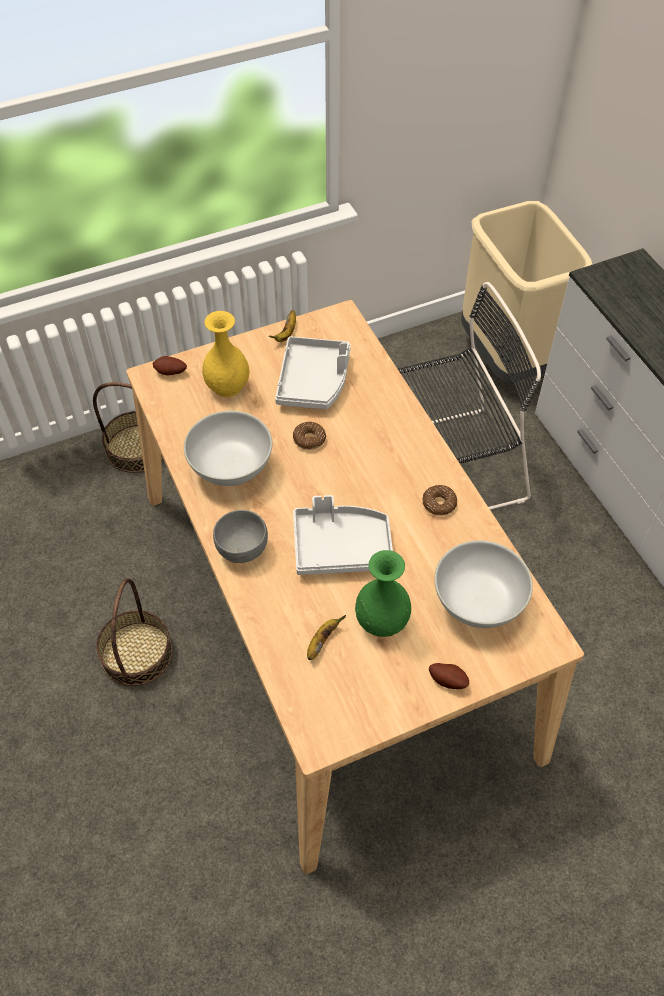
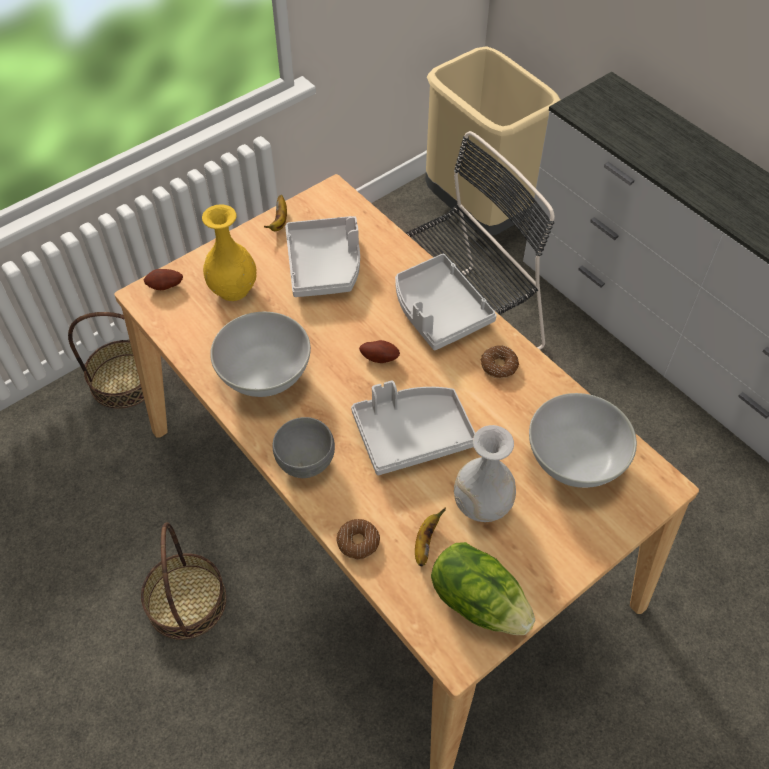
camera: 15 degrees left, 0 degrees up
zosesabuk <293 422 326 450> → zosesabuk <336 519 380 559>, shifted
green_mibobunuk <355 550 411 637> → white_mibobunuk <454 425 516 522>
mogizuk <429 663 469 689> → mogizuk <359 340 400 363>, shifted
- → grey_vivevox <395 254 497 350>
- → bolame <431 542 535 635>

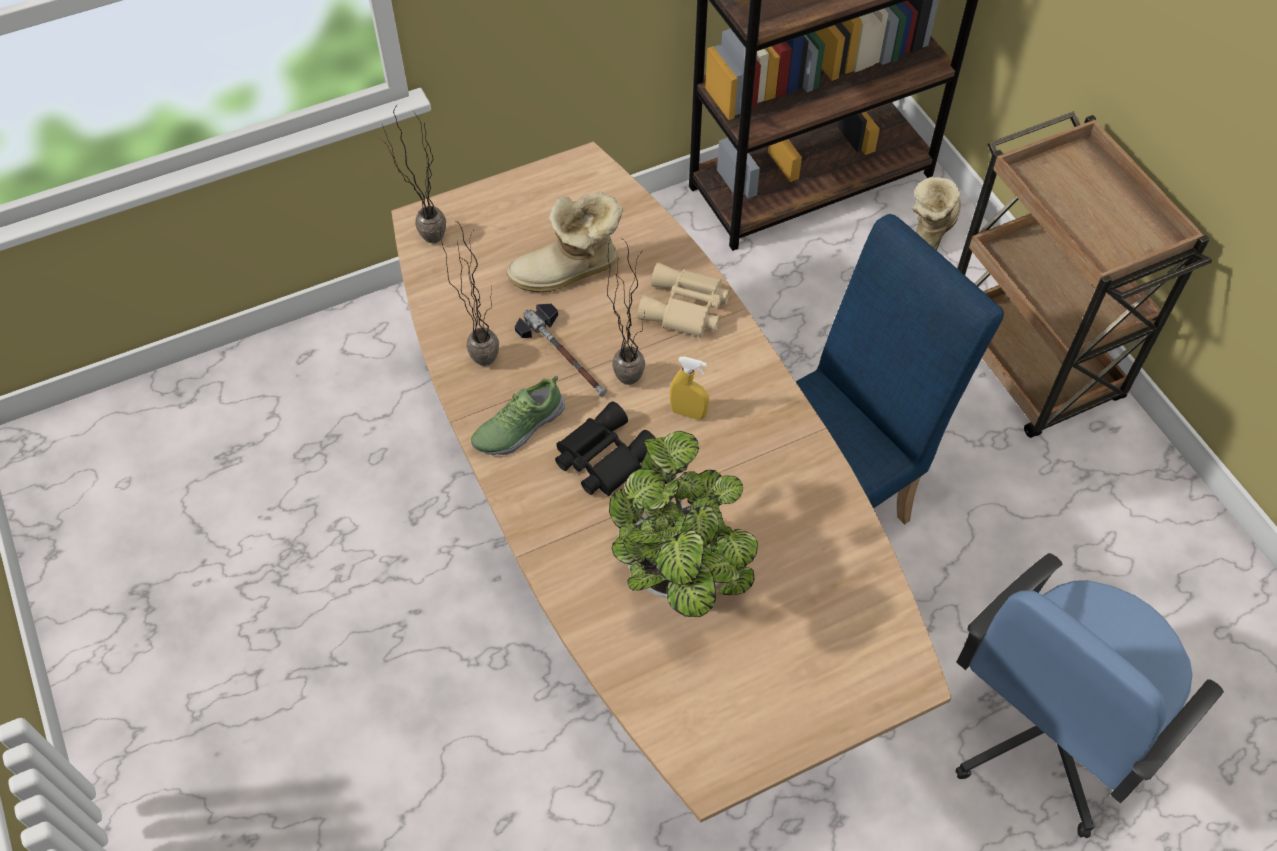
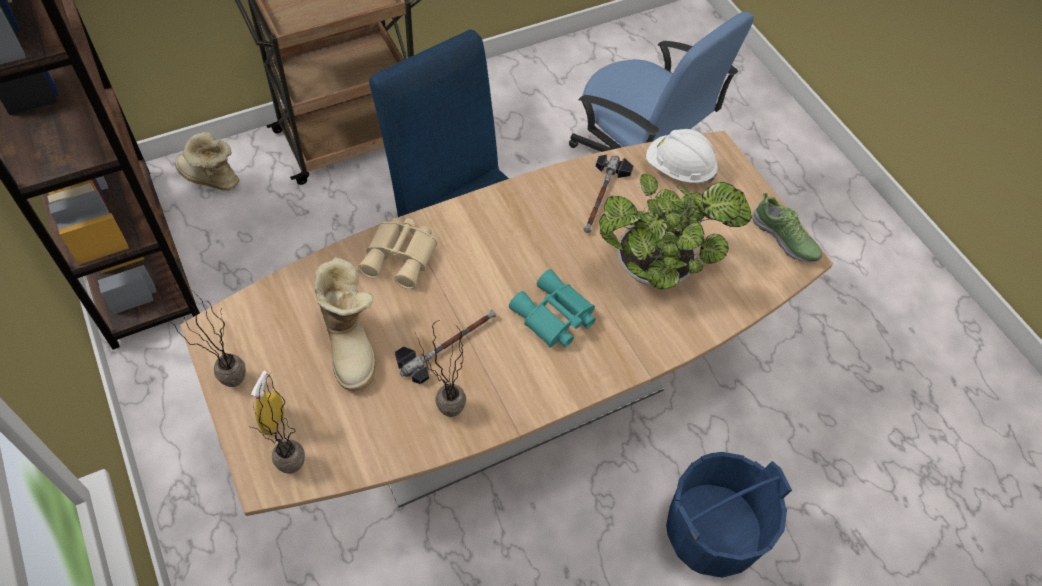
camera: 95 degrees left, 0 degrees up
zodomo <607 238 645 385> → zodomo <160 284 246 387>, shifted
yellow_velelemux <670 357 709 420> → yellow_velelemux <251 371 284 435>, shifted
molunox <471 376 565 455> → molunox <752 193 822 262>, shifted
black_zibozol <555 401 656 496> → turquoise_zibozol <509 269 596 347>
- → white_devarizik <646 129 718 184>
- → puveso <583 154 633 233>
- → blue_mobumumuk <666 452 792 578>

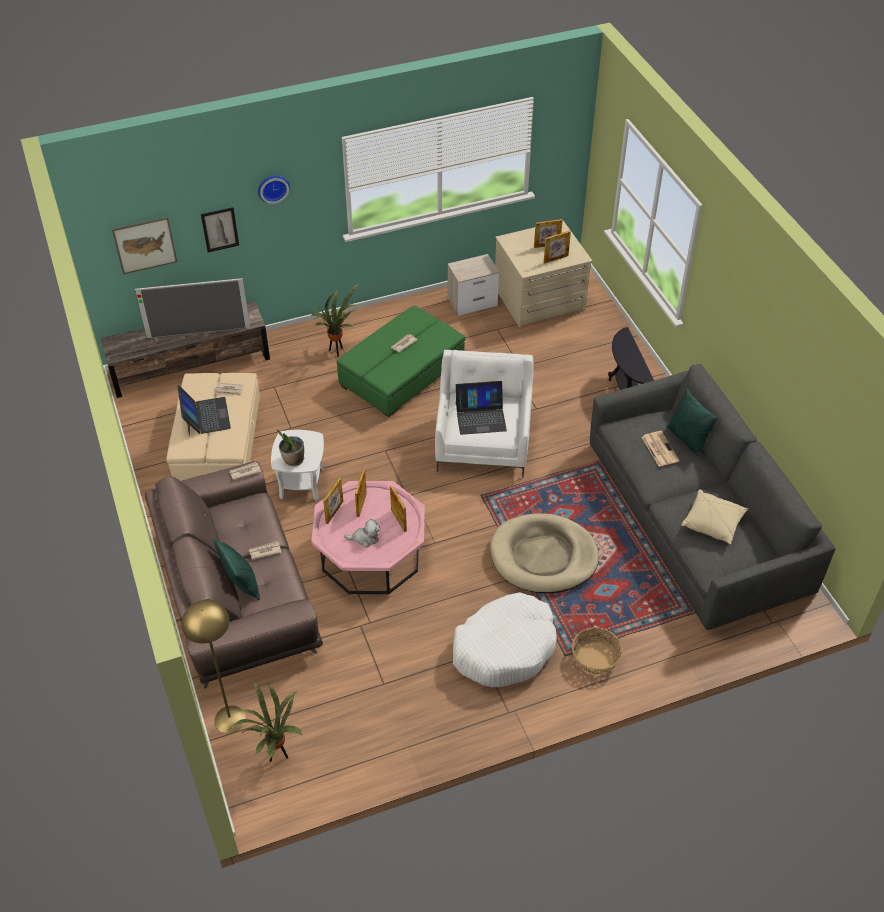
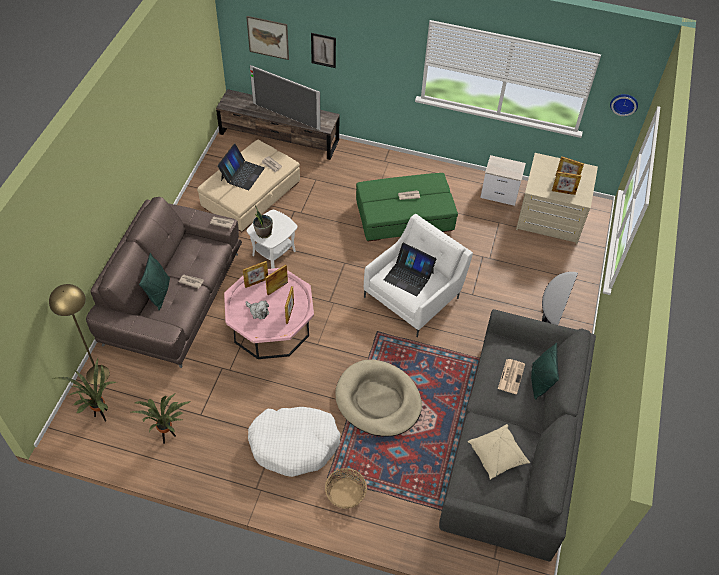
camera: 35 degrees right, 5 degrees up
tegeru <258 175 290 204> → tegeru <610 94 638 116>, shifted
zodomo <312 283 359 357> → zodomo <132 393 192 444>, shifted

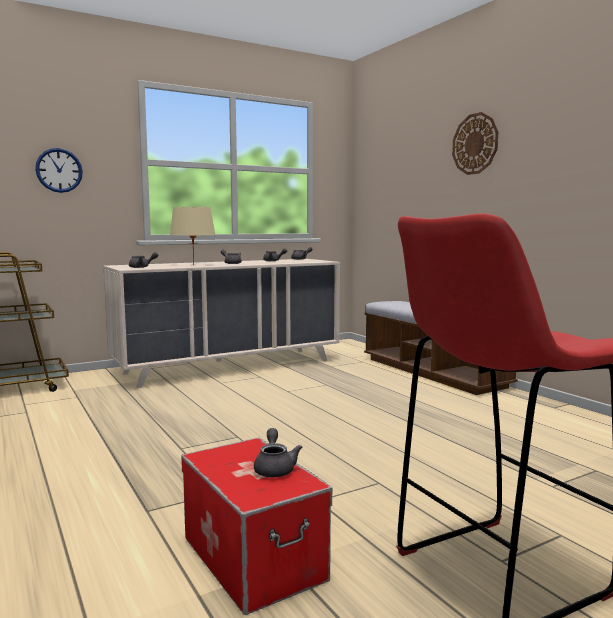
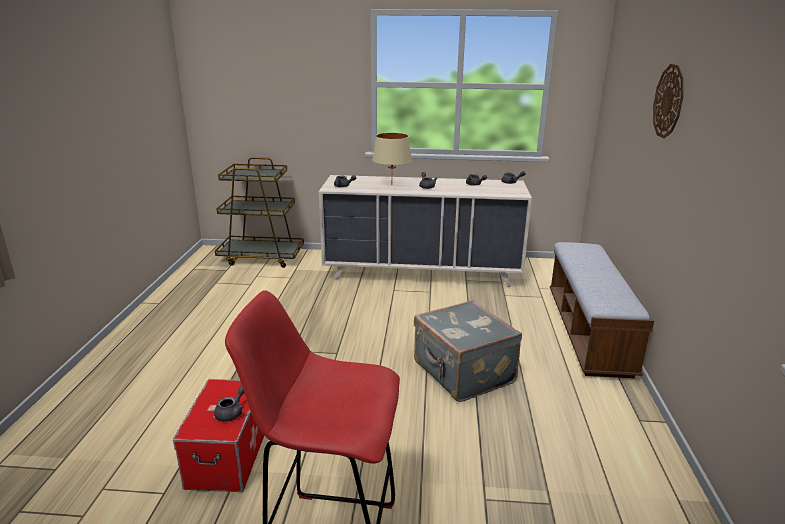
camera: 35 degrees right, 15 degrees up
tegeru <35 148 83 193> → -
- → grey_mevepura <414 300 522 402>

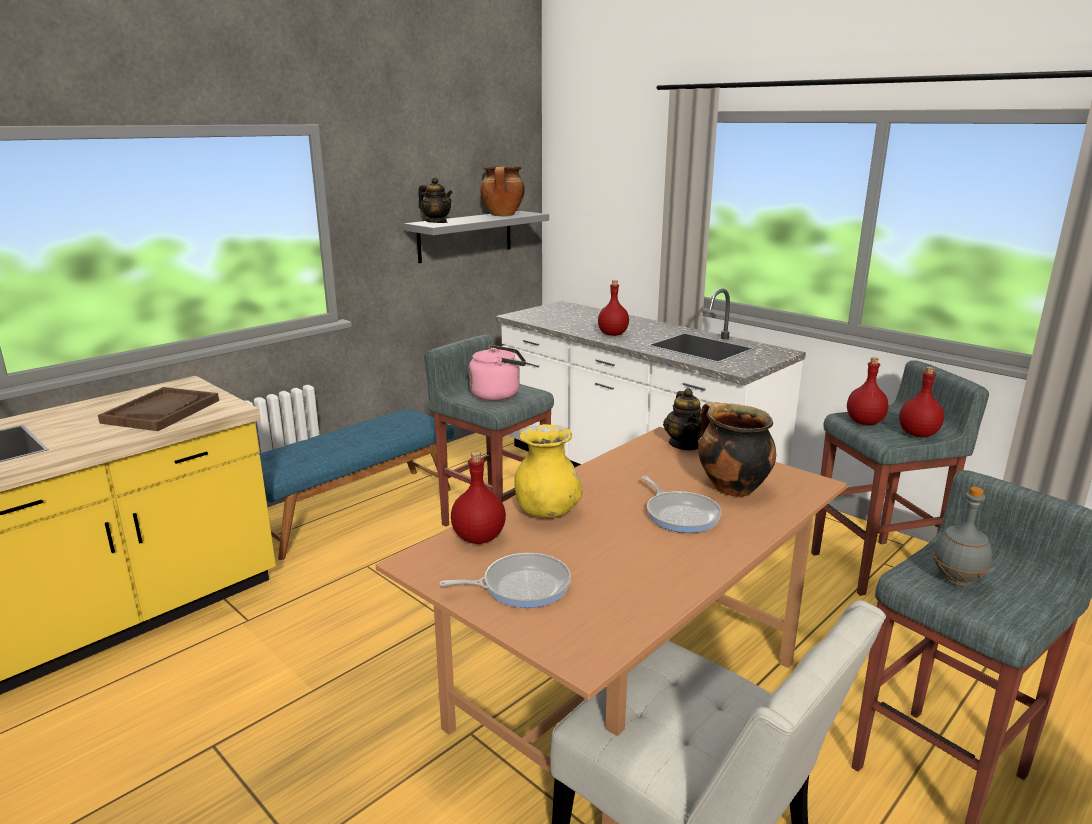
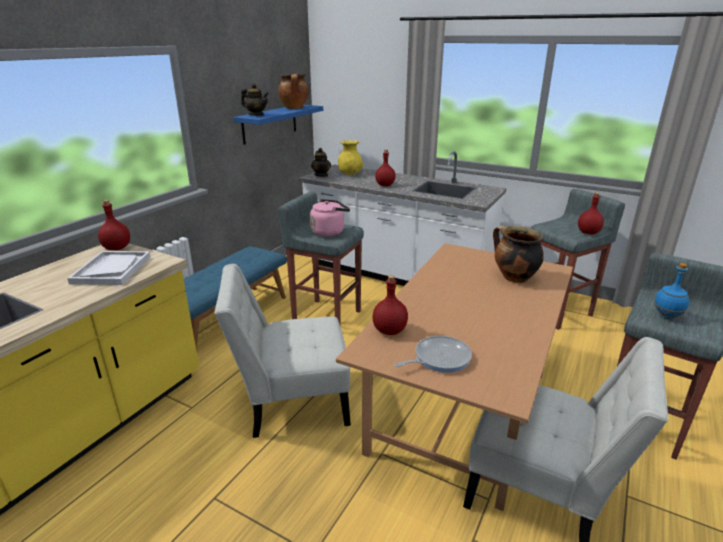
camera: 15 degrees left, 5 degrees up
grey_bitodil <404 211 549 263> → blue_bitodil <233 105 323 145>
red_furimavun <847 357 889 425> → red_furimavun <98 200 130 250>, shifted
brown_vivevox <98 387 219 431> → white_vivevox <67 251 151 285>
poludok <663 388 703 450> → poludok <311 148 331 177>, shifted
yellow_mibobunuk <514 424 583 518> → yellow_mibobunuk <338 140 363 175>, shifted
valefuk <642 476 721 533> → -
grey_furimavun <933 487 992 586> → blue_furimavun <654 263 689 320>
- → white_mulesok <215 264 351 438>

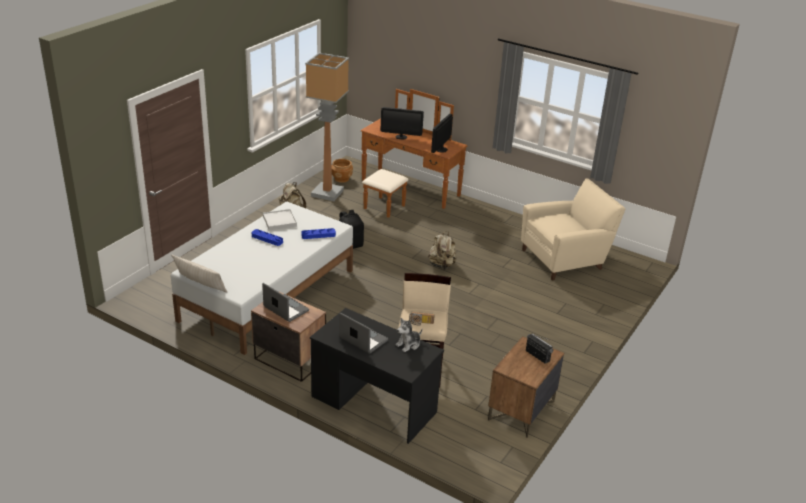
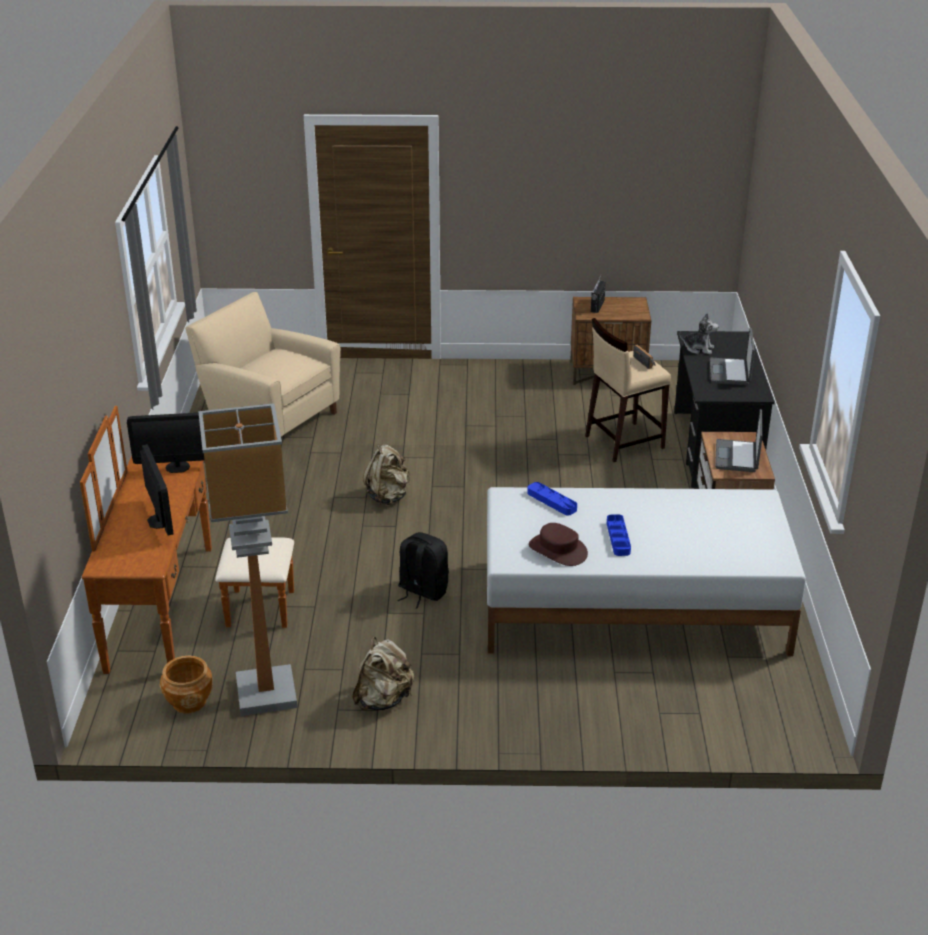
camera: 120 degrees left, 0 degrees up
white_vivevox <263 209 297 230> → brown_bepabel <529 523 588 566>
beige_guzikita <171 255 227 292> → -

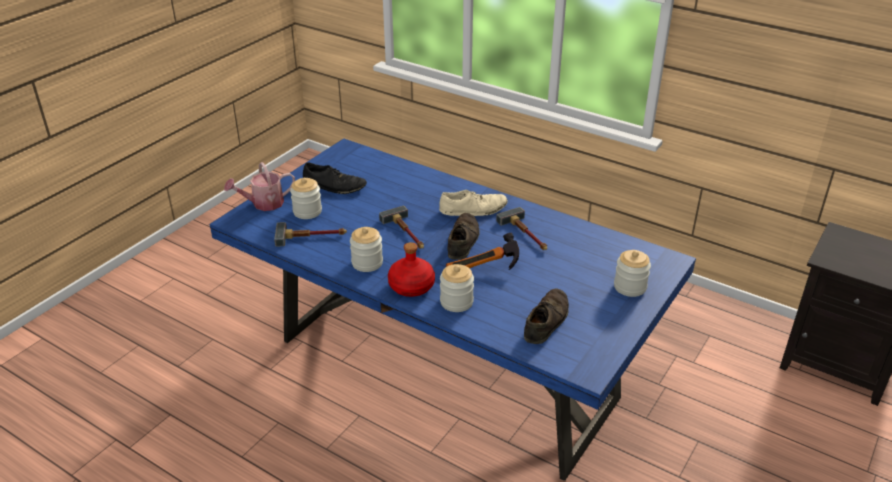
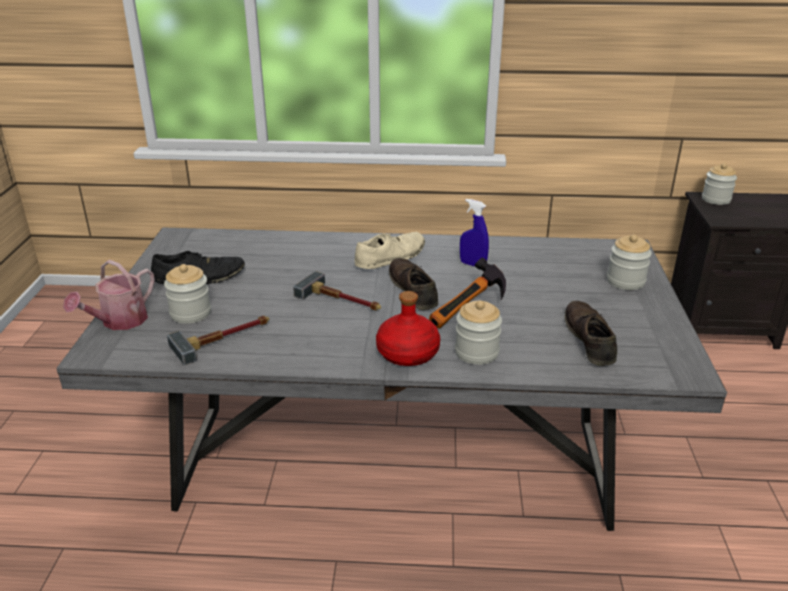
camera: 30 degrees left, 5 degrees down
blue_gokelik <209 138 696 481> → grey_gokelik <56 228 727 531>
puveso <496 207 547 250> → blue_velelemux <460 199 489 267>
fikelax <350 227 383 272> → fikelax <702 163 737 205>, shifted

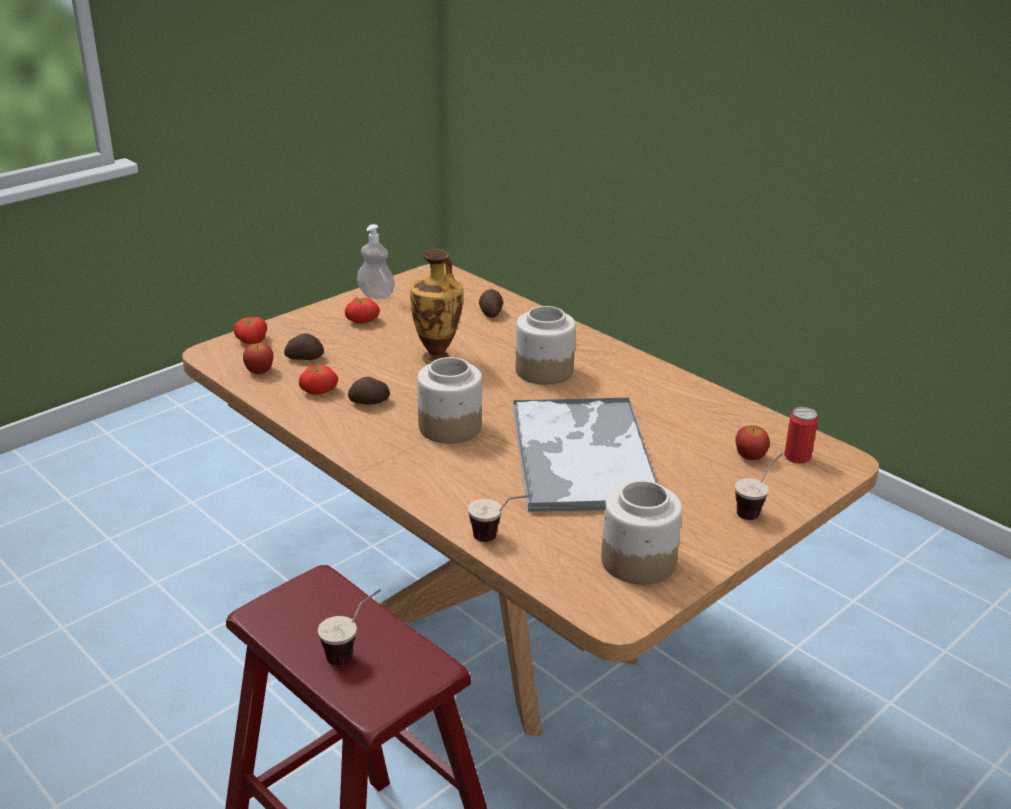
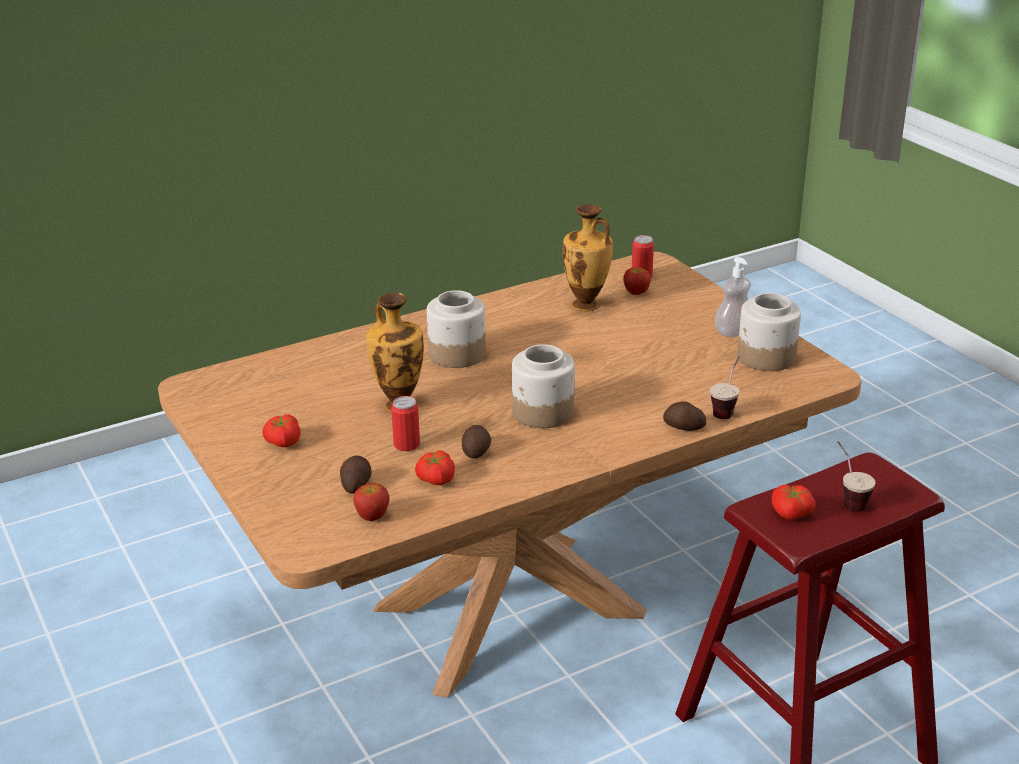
camera: 75 degrees left, 0 degrees up
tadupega <357 224 395 299> → tadupega <715 257 751 337>, shifted
mogizuk <479 289 503 318> → mogizuk <663 401 706 431>, shifted
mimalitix <233 317 267 344> → mimalitix <772 485 816 520>, shifted
vivevox <513 397 657 512> → -
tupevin <735 453 783 520> → -
- → mibobunuk <563 204 613 312>
- → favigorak <391 396 420 451>

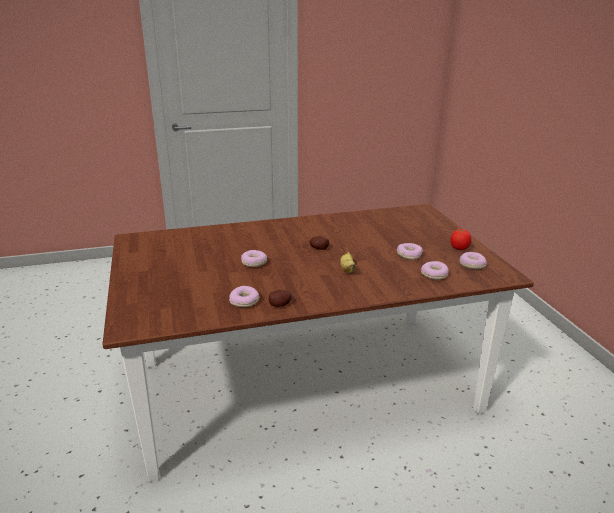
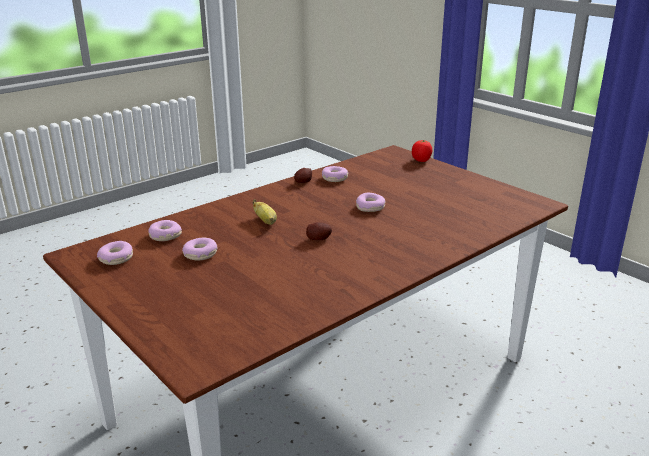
camera: 155 degrees right, 0 degrees up
mimalitix <450 229 471 250> → mimalitix <412 140 432 162>, shifted

